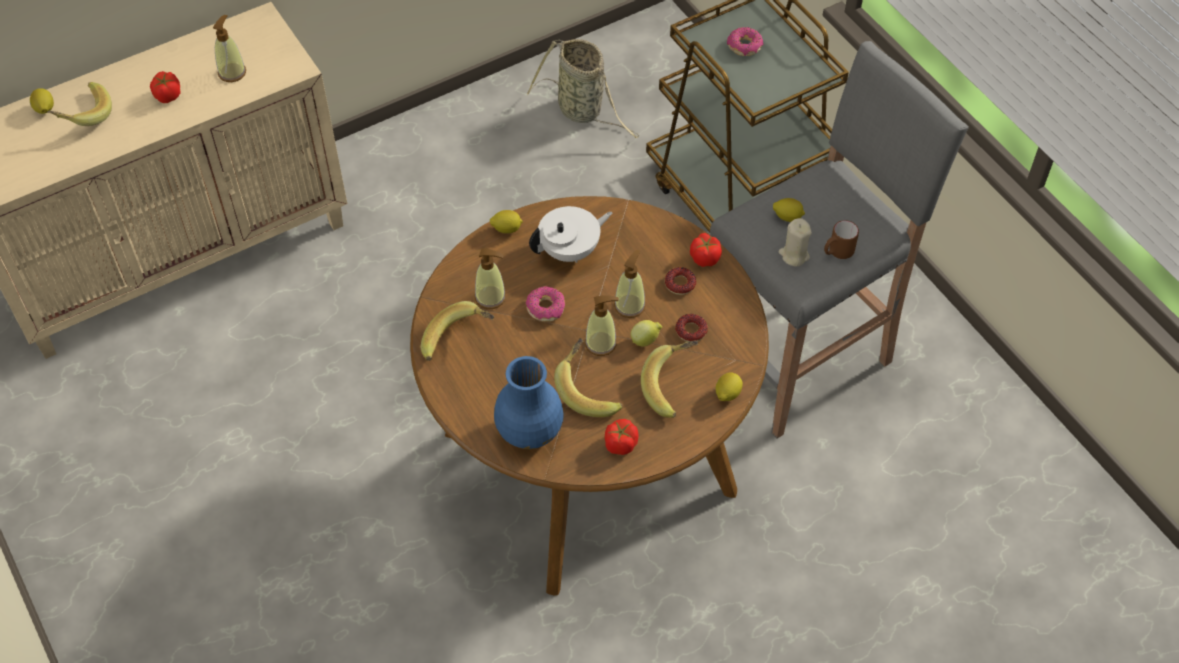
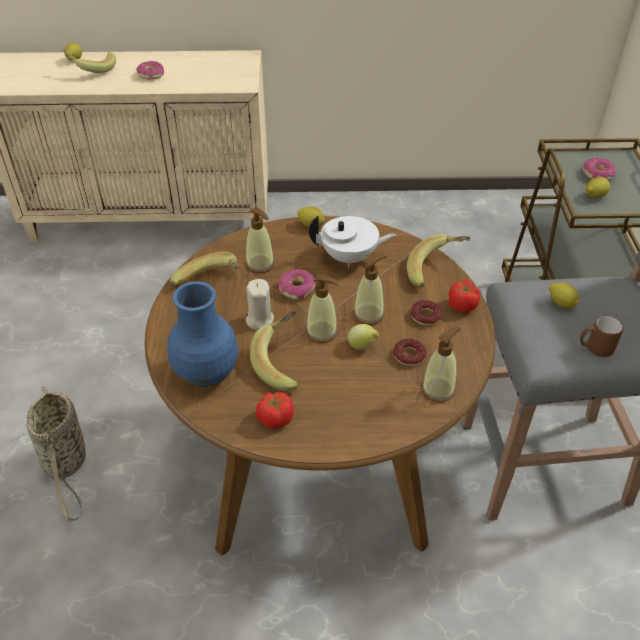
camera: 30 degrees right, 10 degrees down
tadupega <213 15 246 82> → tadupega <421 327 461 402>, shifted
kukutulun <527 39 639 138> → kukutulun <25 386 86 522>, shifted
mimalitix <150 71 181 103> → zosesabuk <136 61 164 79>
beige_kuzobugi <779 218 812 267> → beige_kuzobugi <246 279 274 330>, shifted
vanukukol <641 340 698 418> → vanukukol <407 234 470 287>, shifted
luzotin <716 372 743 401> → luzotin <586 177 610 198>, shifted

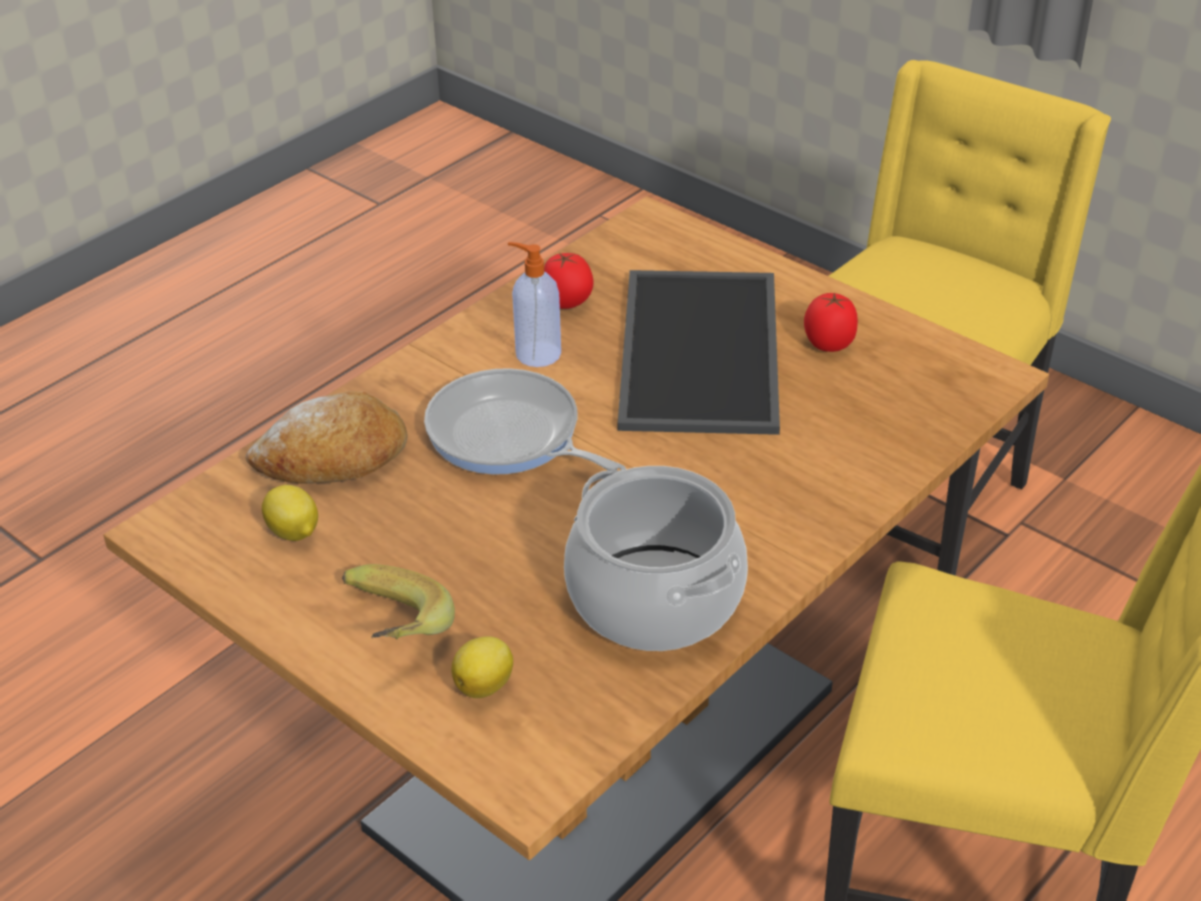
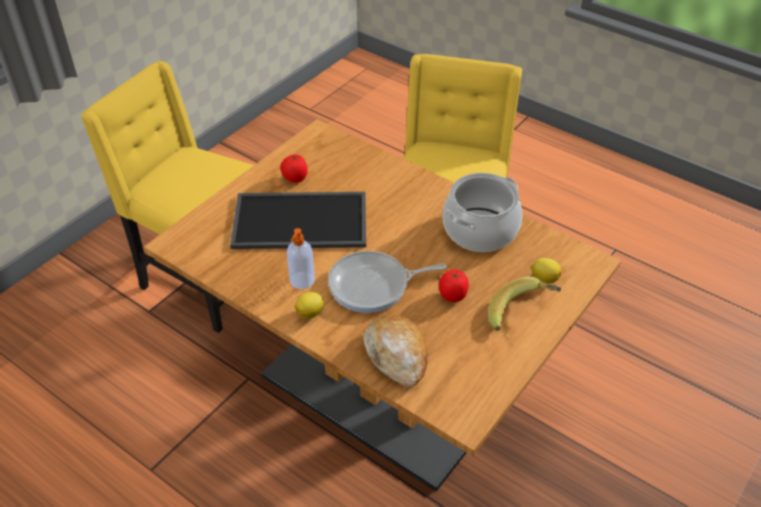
camera: 95 degrees left, 5 degrees up
mimalitix <544 253 594 309> → mimalitix <439 269 469 302>, shifted
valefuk <424 368 626 475> → valefuk <328 251 446 313>, 45 degrees clockwise
luzotin <262 485 318 541> → luzotin <295 292 324 319>, shifted

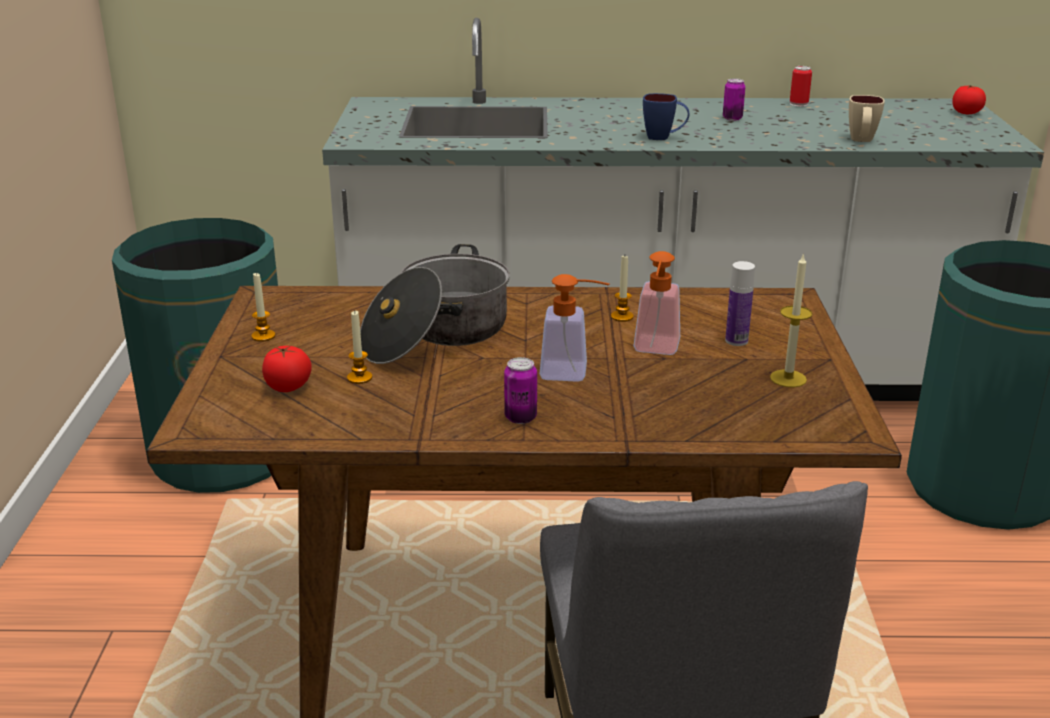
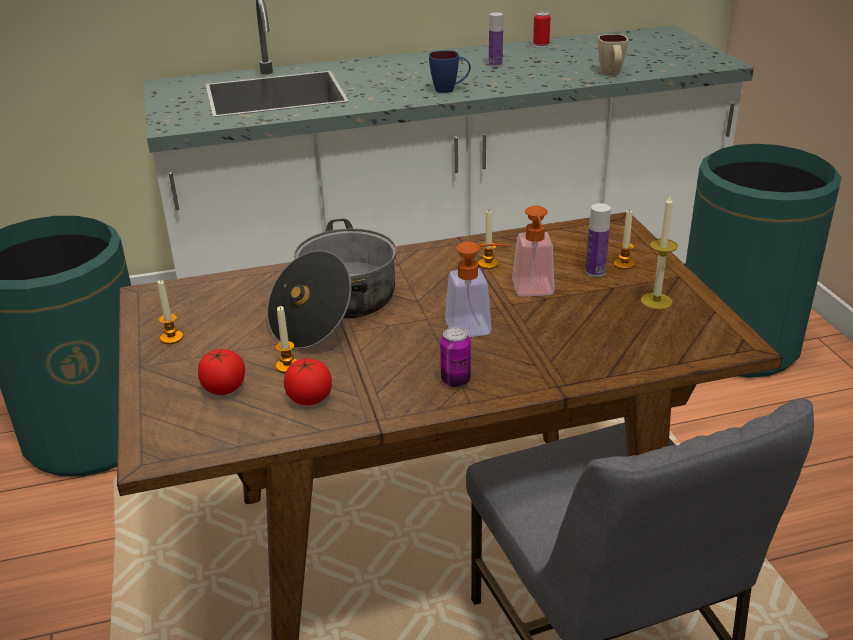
camera: 15 degrees left, 5 degrees up
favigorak <723 78 746 121> → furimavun <489 12 503 67>
mimalitix <952 85 986 114> → mimalitix <284 358 332 405>, shifted
- → kuzobugi <614 210 635 270>

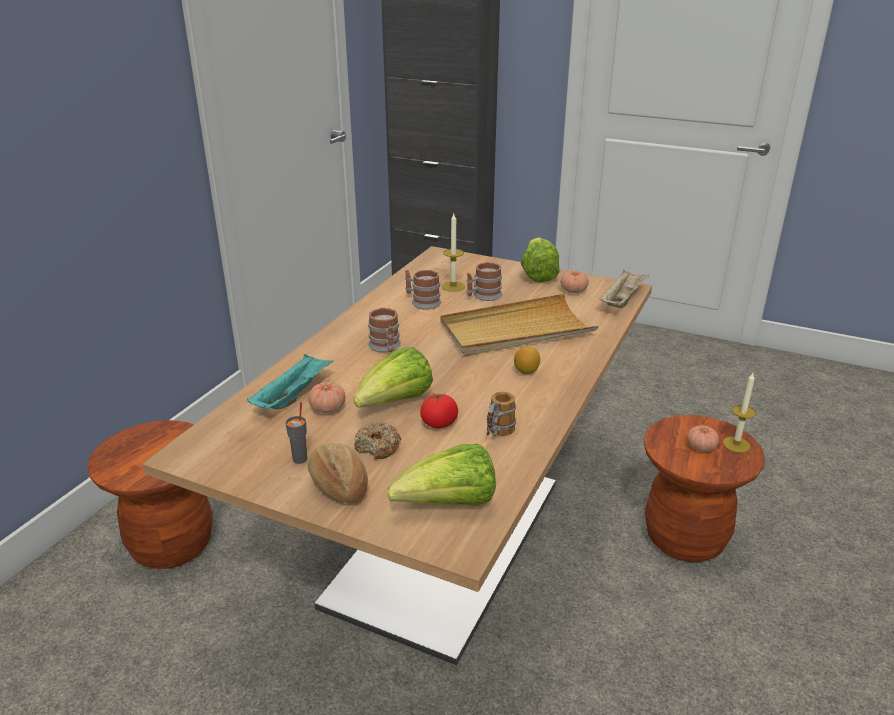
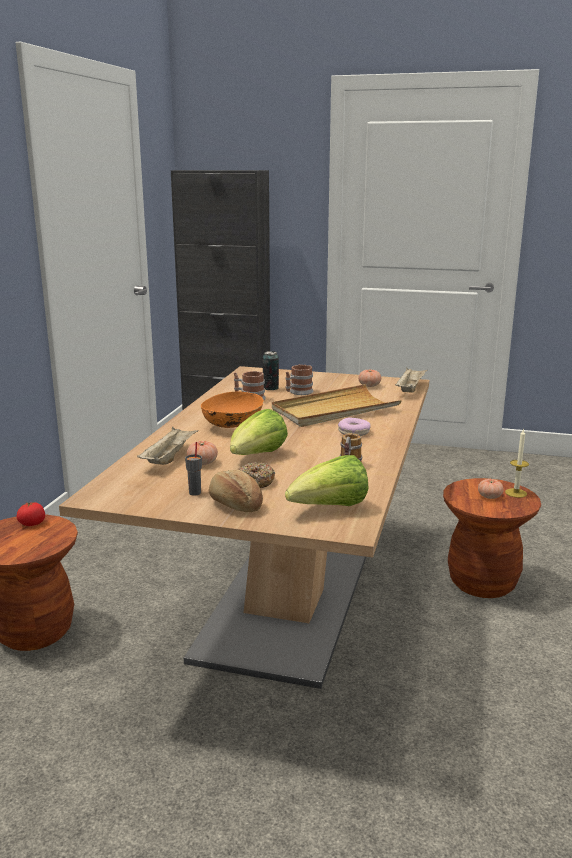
camera: 10 degrees left, 10 degrees down
kuzobugi <442 214 465 292> → favigorak <262 351 279 390>
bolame <521 237 560 282> → -
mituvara <368 308 401 352> → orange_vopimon <201 391 264 428>
luzotin <514 346 540 374> → zosesabuk <338 417 370 436>
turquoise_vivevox <247 354 334 410> → beige_vivevox <137 427 199 465>
mimalitix <420 392 458 428> → mimalitix <16 502 45 526>, shifted

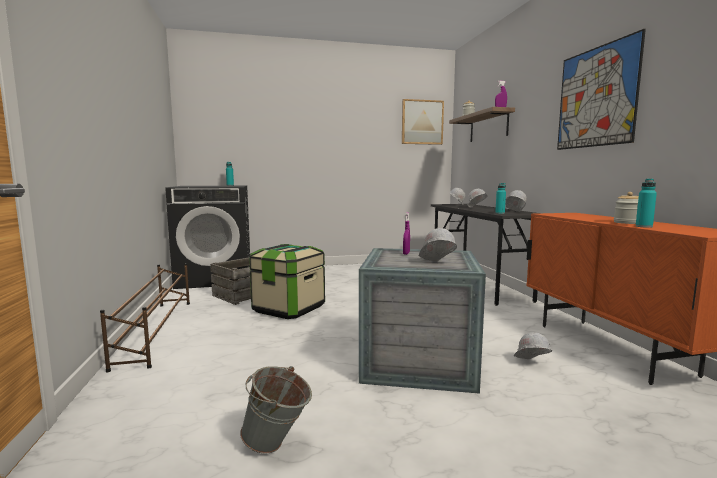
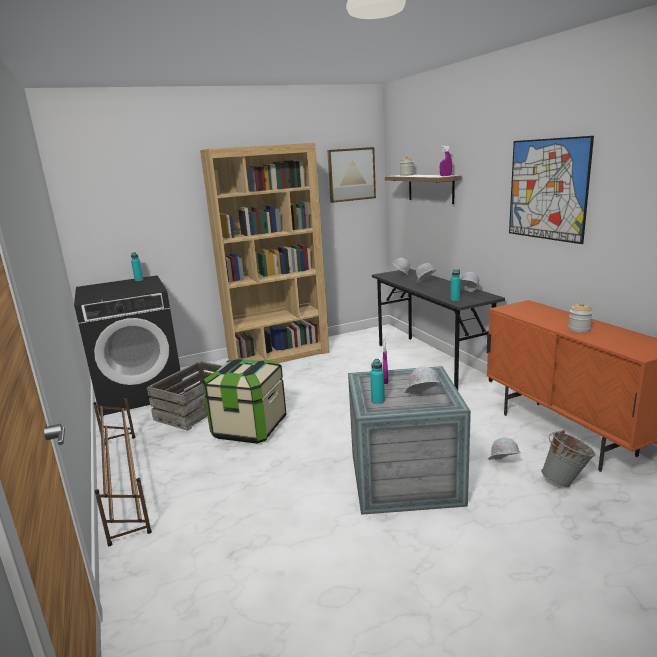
camera: 10 degrees left, 10 degrees up
turquoise_furimavun <636 179 657 228> → turquoise_furimavun <370 359 385 404>, shifted
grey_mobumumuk <240 366 312 454> → grey_mobumumuk <541 430 595 487>, shifted
- → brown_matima <200 143 329 363>

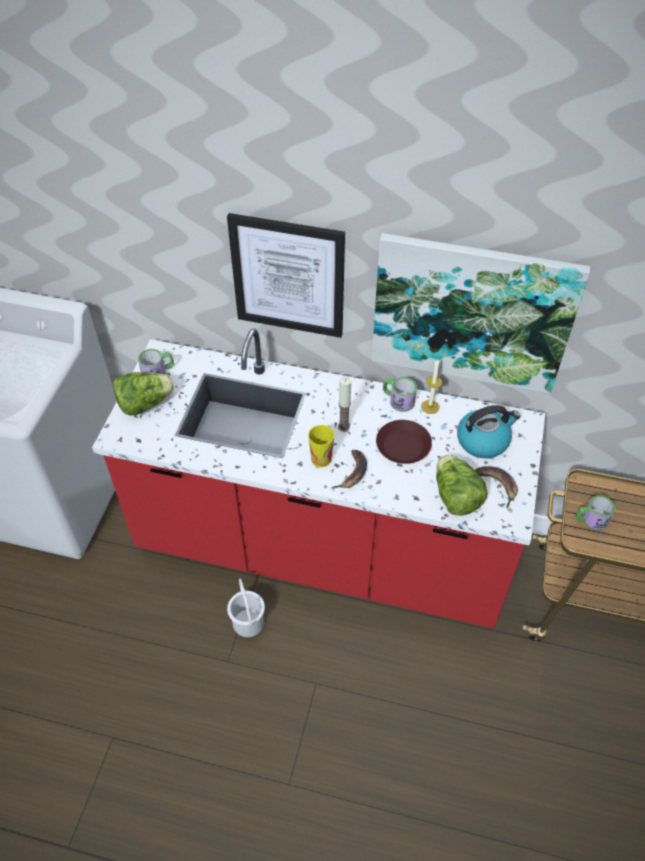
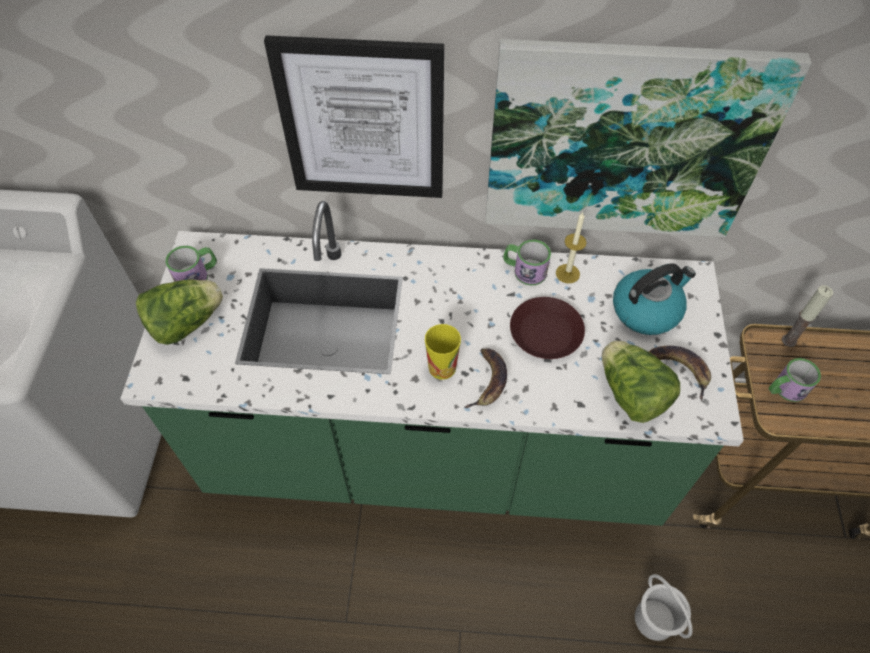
camera: 10 degrees left, 5 degrees up
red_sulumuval <92 329 546 628> → green_sulumuval <120 201 744 526>
kuzobugi <338 377 351 432> → kuzobugi <782 285 833 347>, shifted
white_mobumumuk <227 578 265 637> → white_mobumumuk <635 574 693 641>, shifted

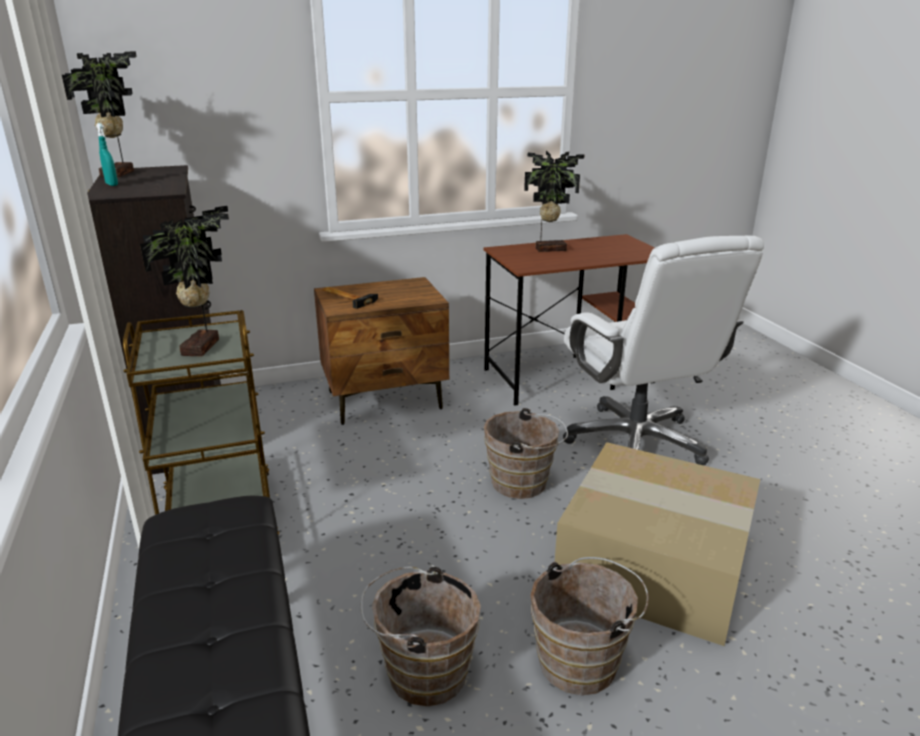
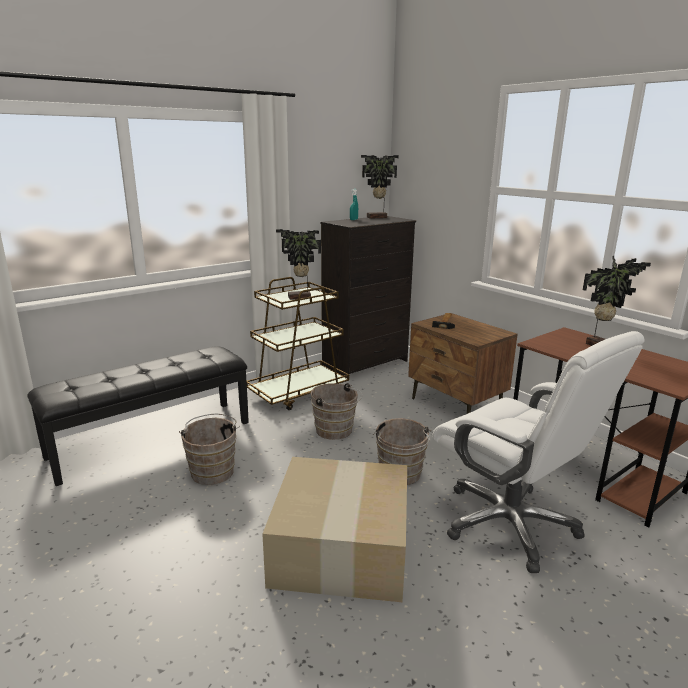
camera: 70 degrees right, 5 degrees down
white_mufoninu <563 236 764 466> → white_mufoninu <432 331 645 573>, 90 degrees counterclockwise
brown_mobumumuk <530 557 649 695> → brown_mobumumuk <311 383 362 440>, shifted

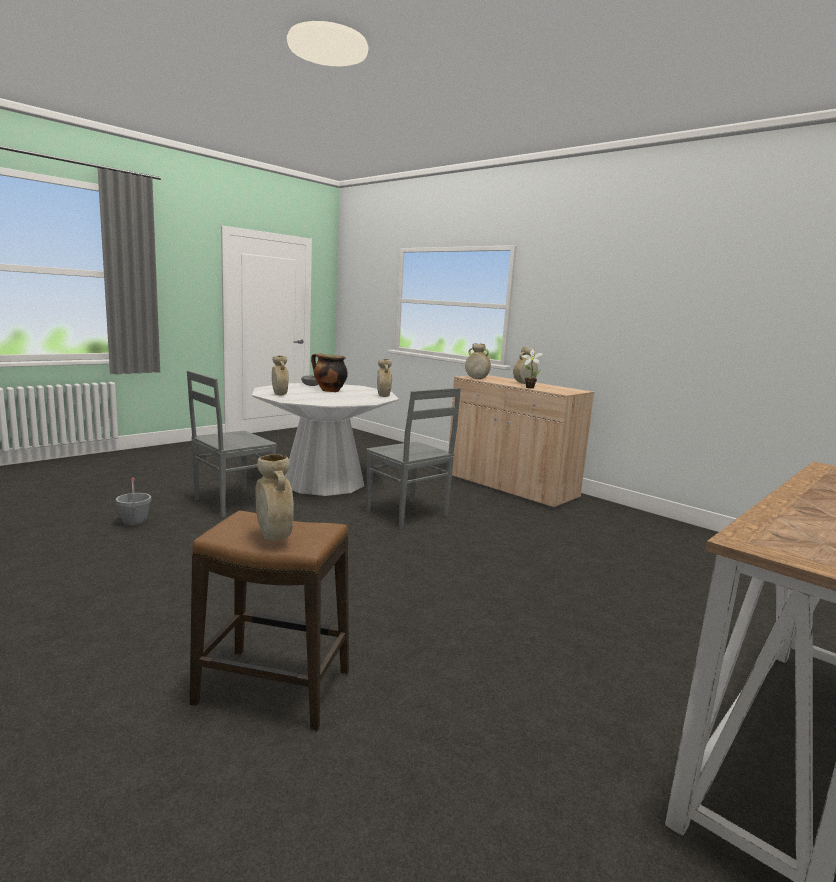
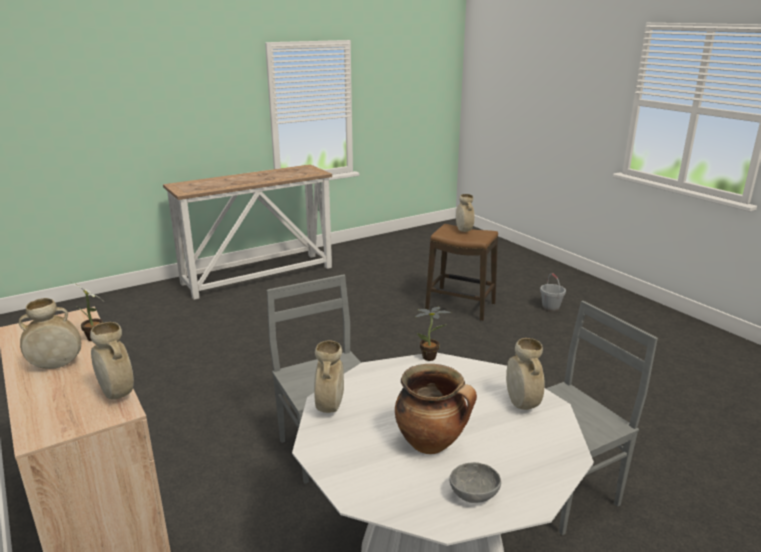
camera: 165 degrees left, 10 degrees up
grey_mobumumuk <116 477 151 527> → grey_mobumumuk <540 273 566 312>, shifted
- → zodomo <415 307 451 361>

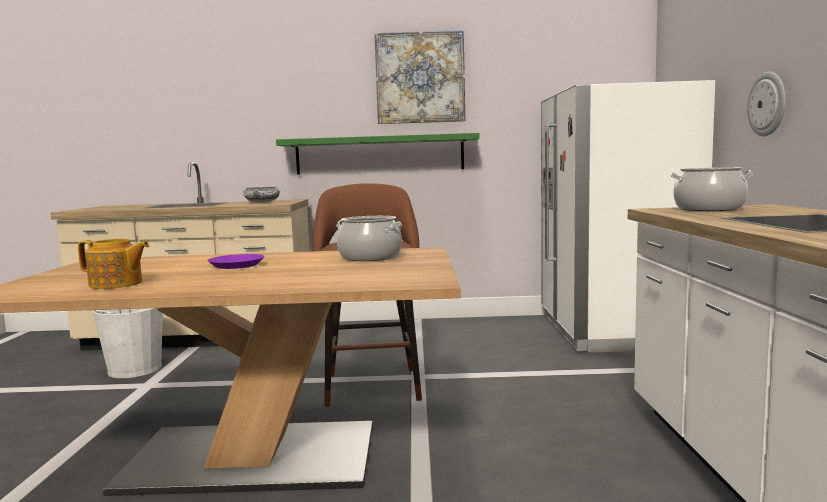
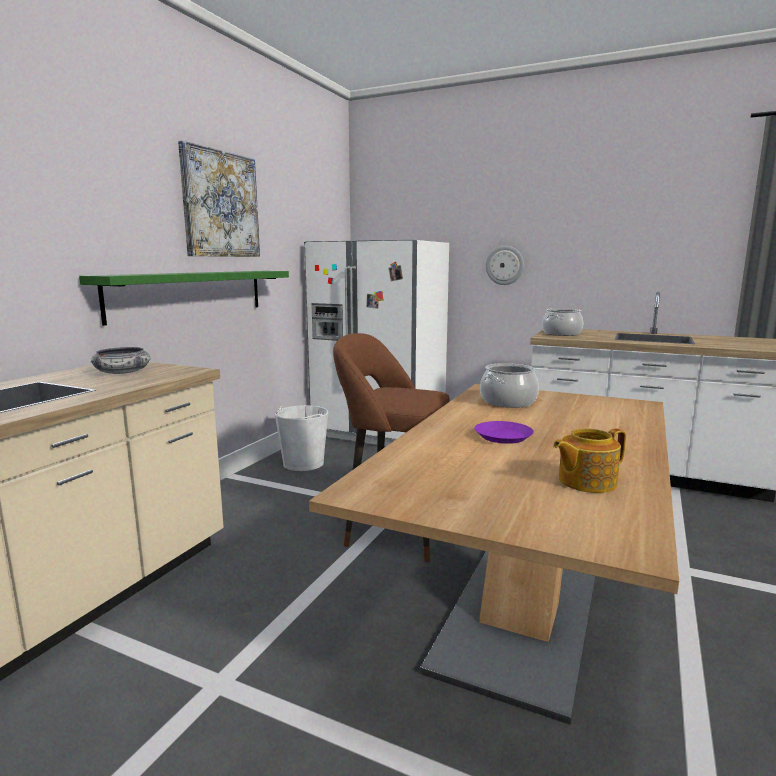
camera: 65 degrees left, 5 degrees up
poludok <78 239 149 289> → poludok <553 428 626 493>, 150 degrees counterclockwise
white_mobumumuk <93 308 163 378> → white_mobumumuk <275 405 328 471>, shifted

